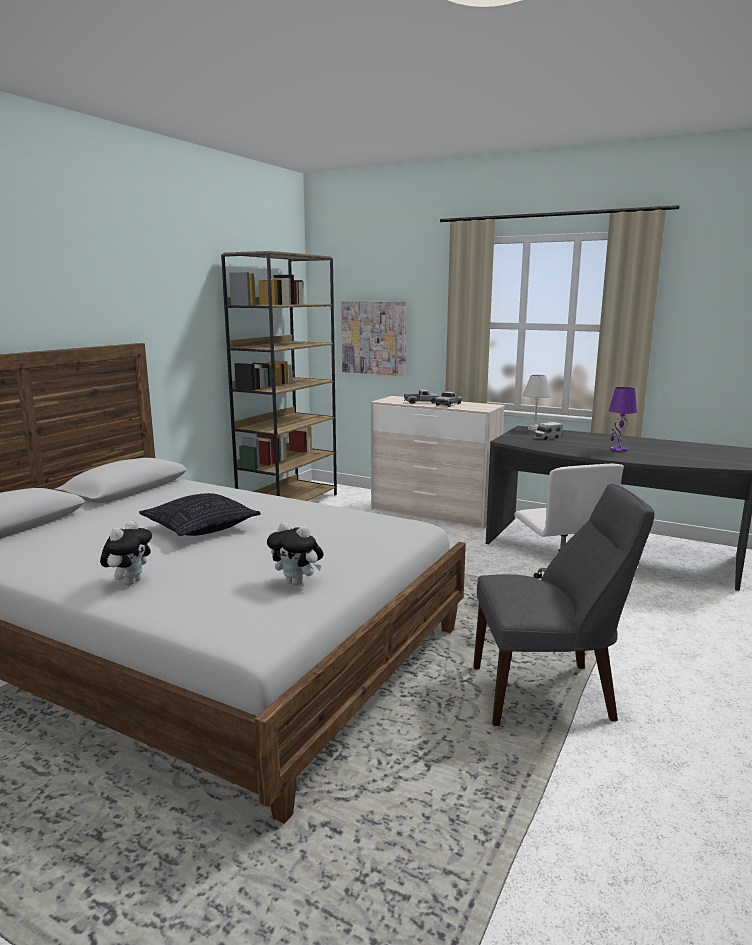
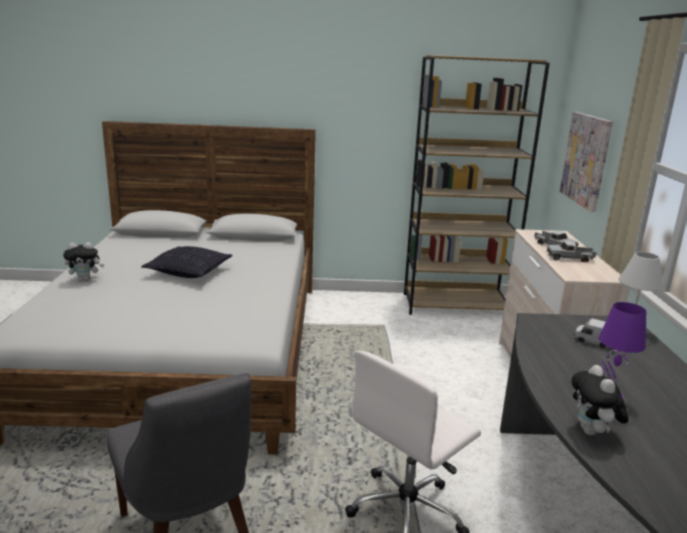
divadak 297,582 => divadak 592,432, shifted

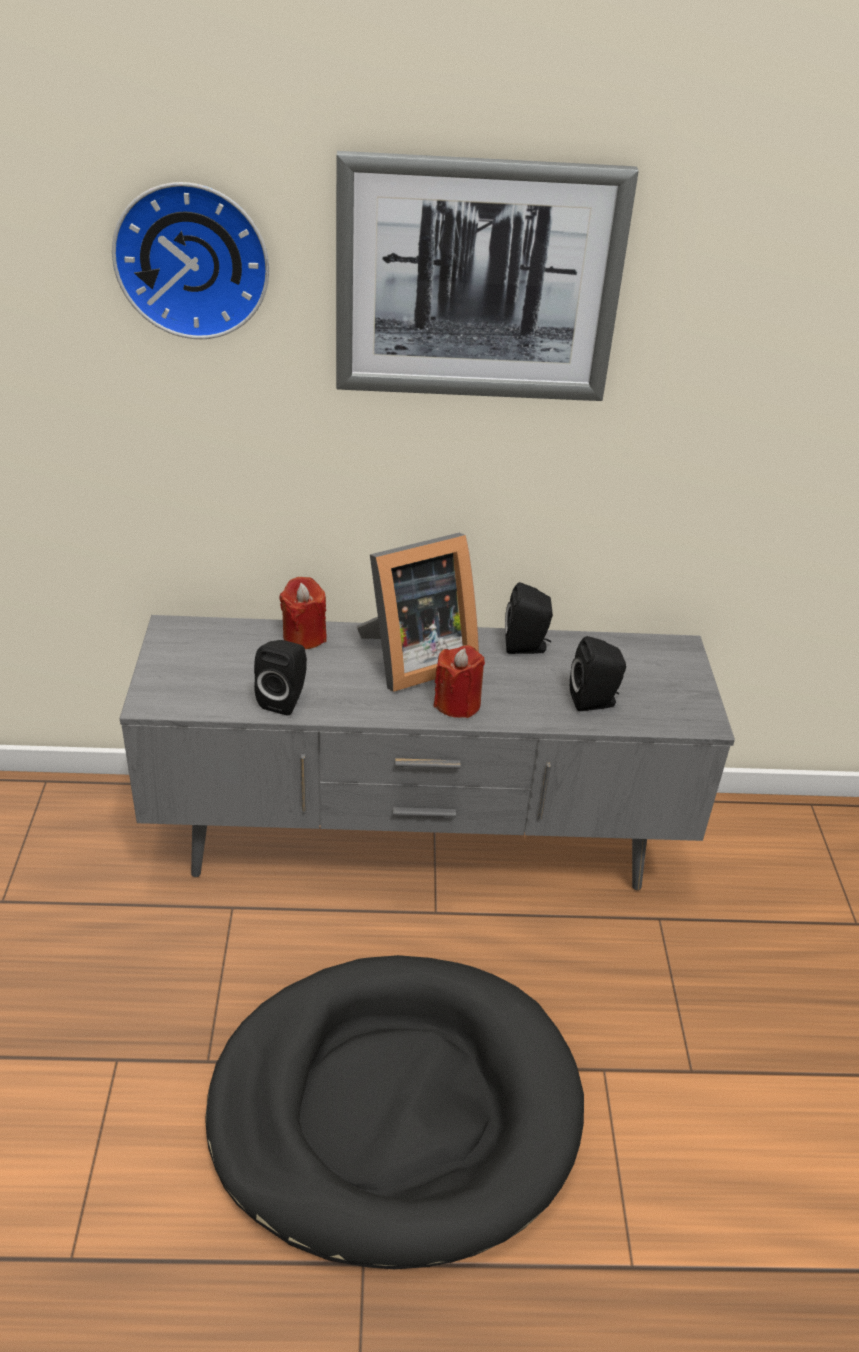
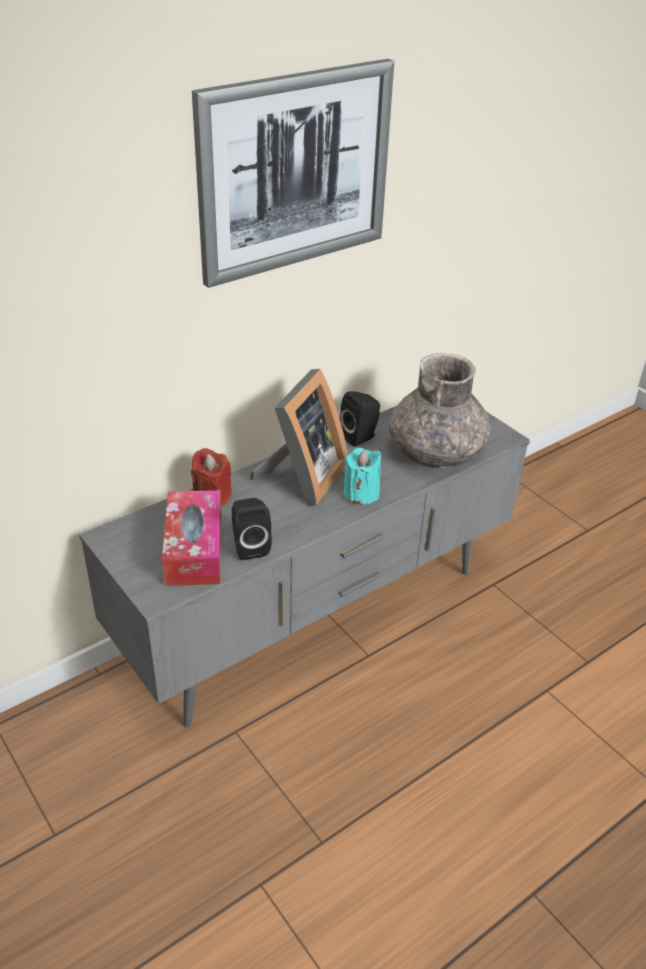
nothing => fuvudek 194,549
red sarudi 457,703 => turquoise sarudi 361,493
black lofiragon 595,701 => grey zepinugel 436,453
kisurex 193,259 => nothing
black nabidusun 395,1109 => nothing

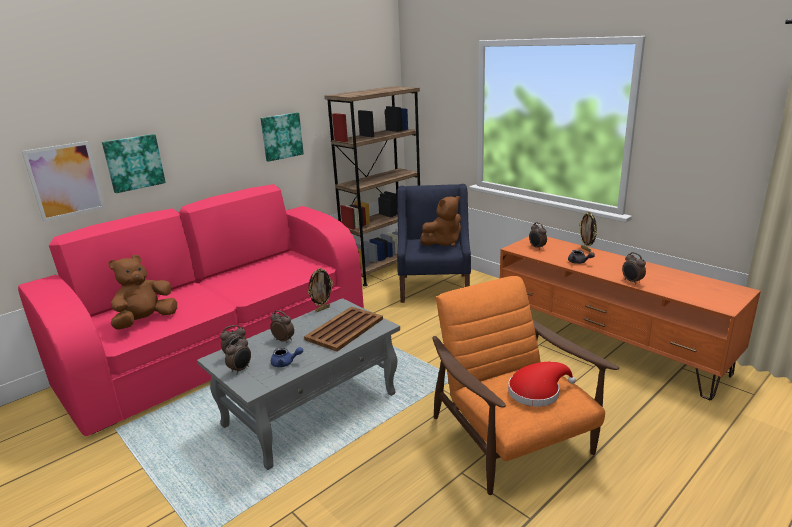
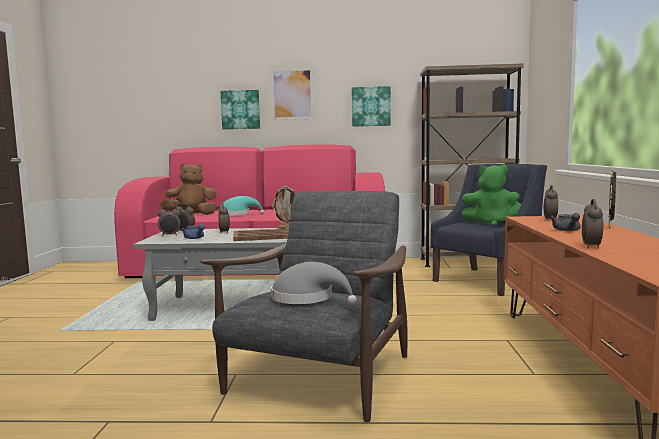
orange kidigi 512,439 => grey kidigi 320,377
nothing => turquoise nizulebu 237,215
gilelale 65,180 => gilelale 292,94, shifted
red nizulebu 537,391 => grey nizulebu 307,298
brown divadak 443,242 => green divadak 491,223

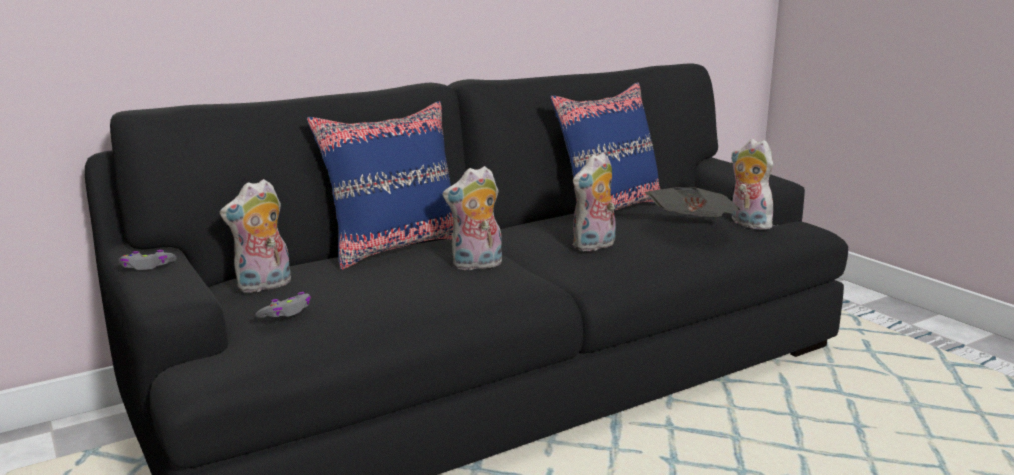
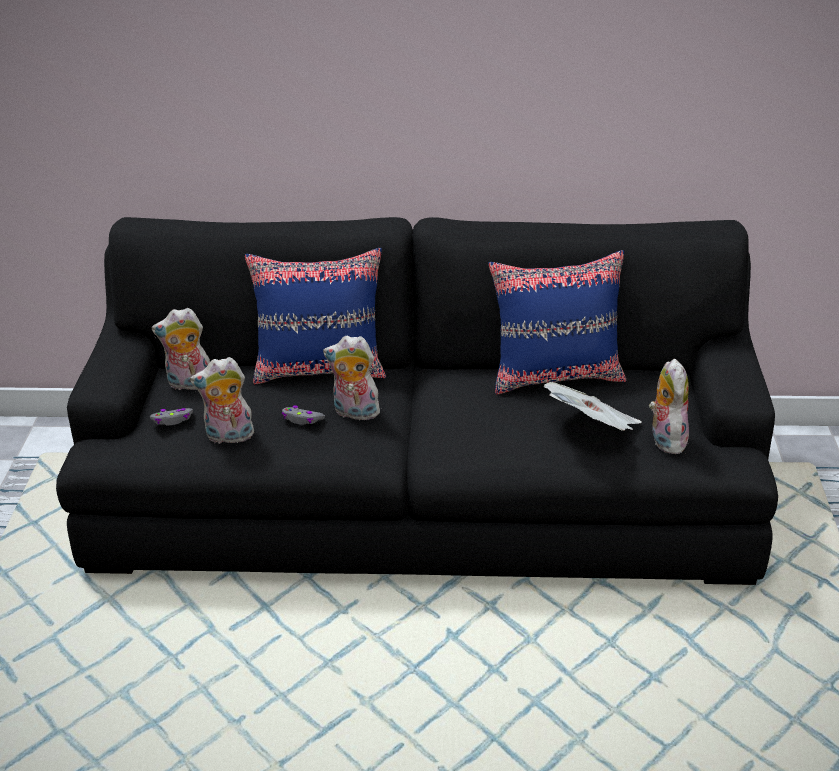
divadak 594,246 => divadak 228,437, shifted
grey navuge 147,267 => grey navuge 302,419, shifted

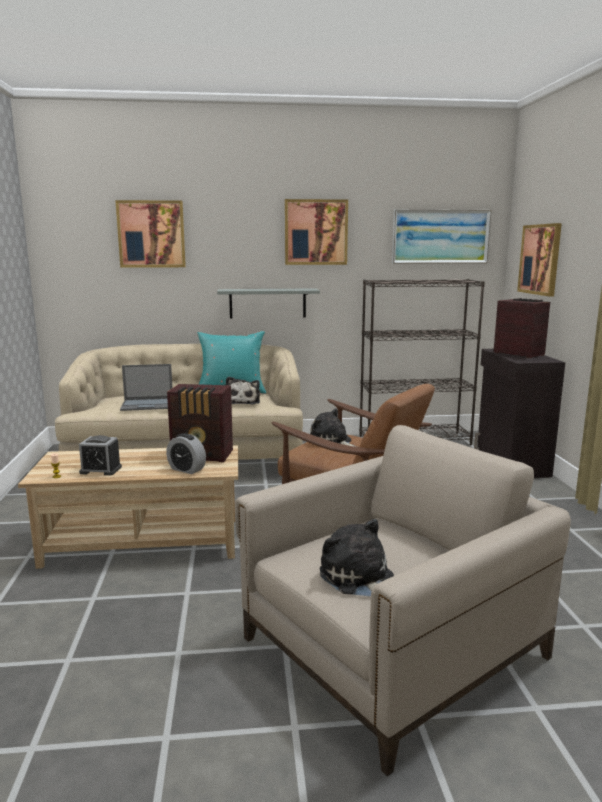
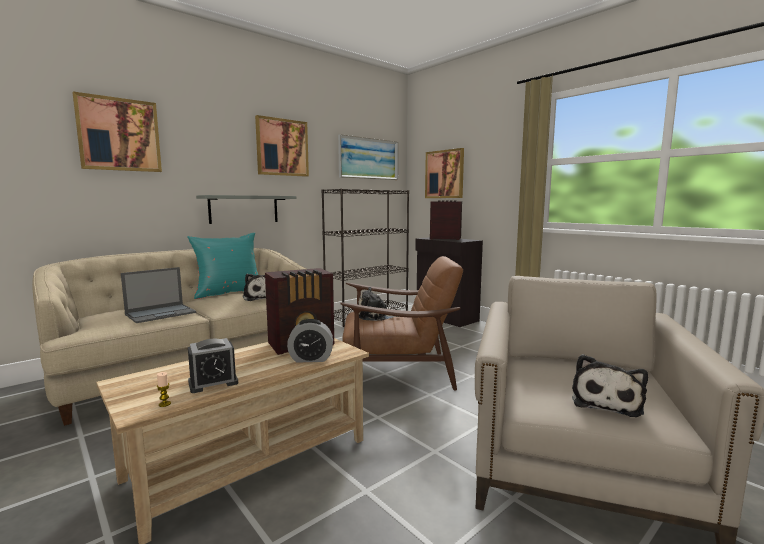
divadak 358,579 => divadak 606,401, 90 degrees counterclockwise

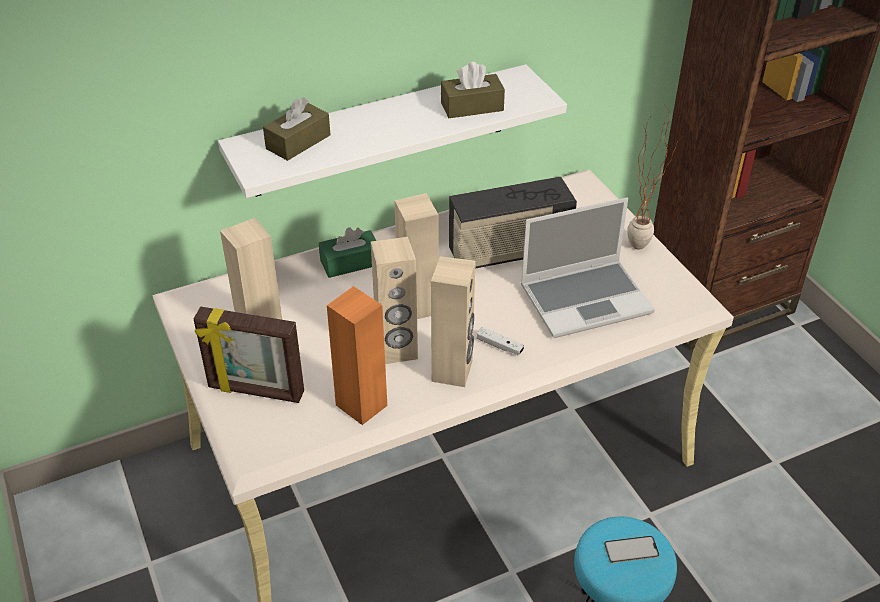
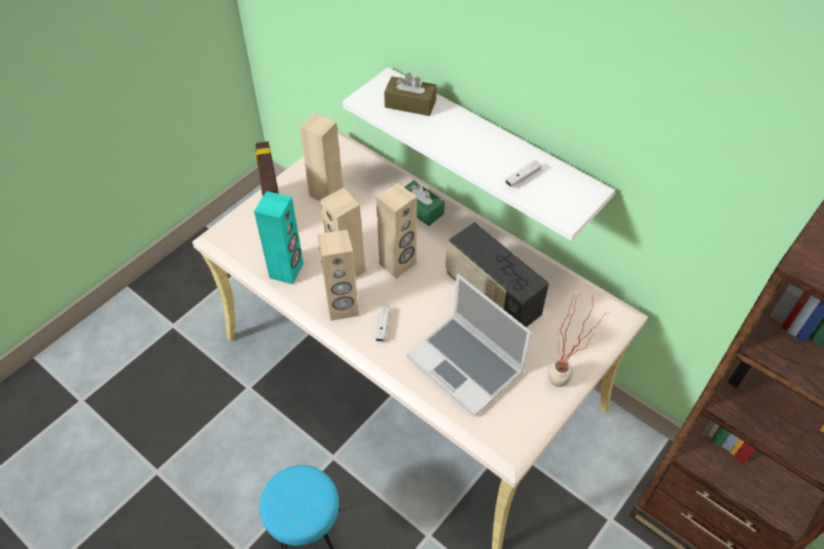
orange lofiragon 362,405 => turquoise lofiragon 287,271
brown fuvudek 472,106 => white navuge 522,178
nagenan 631,549 => nothing

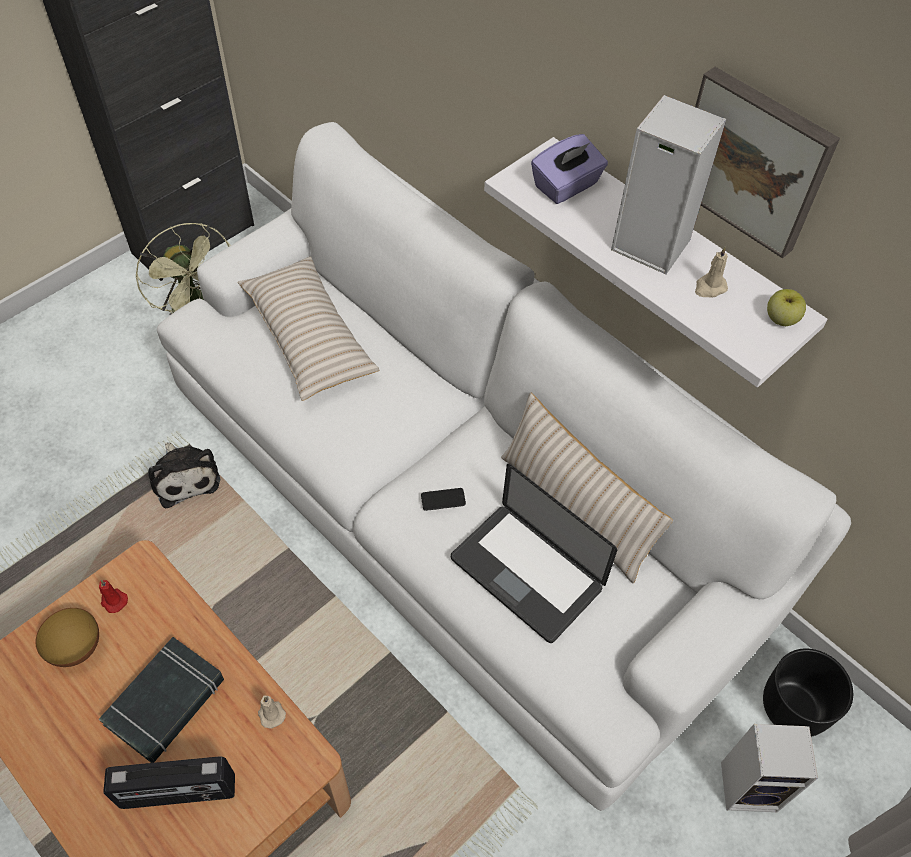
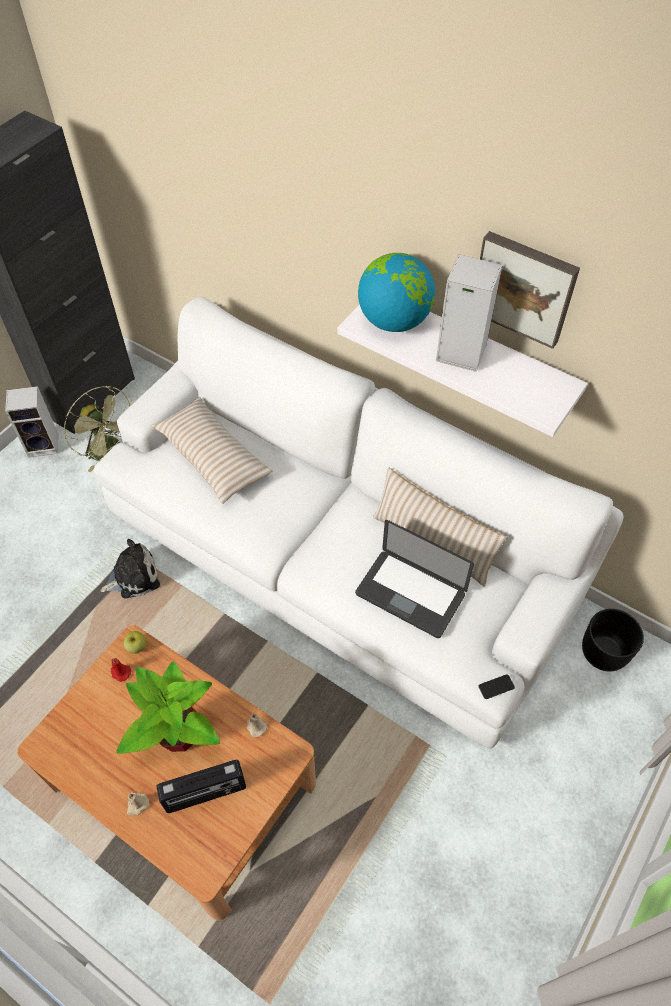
lofiragon 751,785 => lofiragon 44,444, shifted
divadak 185,476 => divadak 133,577, 75 degrees counterclockwise
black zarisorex 166,702 => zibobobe 179,735
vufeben 781,319 => vufeben 136,646, shifted
beige sarudi 709,288 => beige sarudi 137,805, shifted
purple fuvudek 566,186 => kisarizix 394,321
nagenan 443,499 => nagenan 496,687, shifted
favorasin 76,648 => nothing

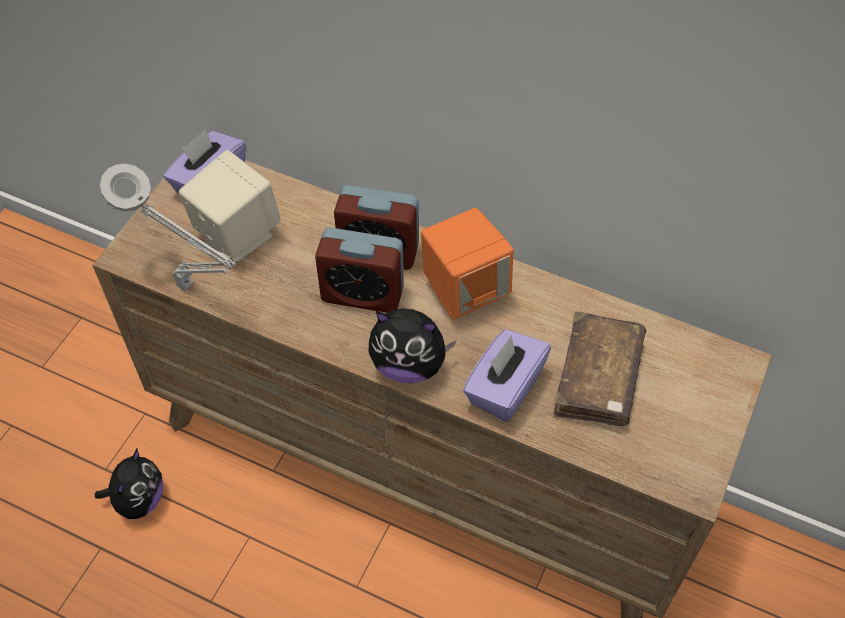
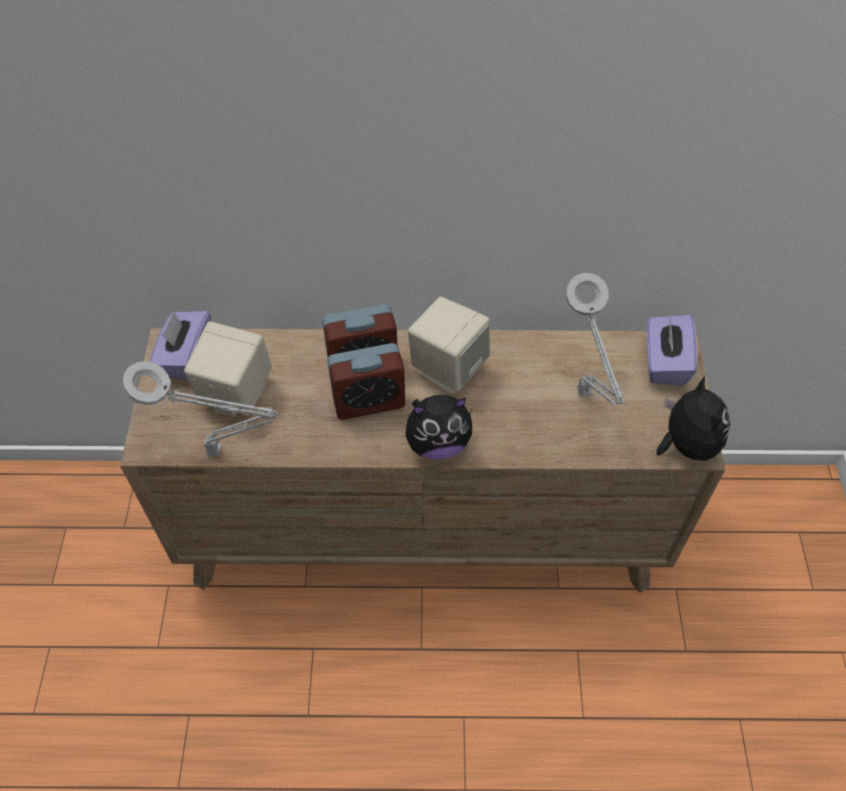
orange lofiragon 465,290 => beige lofiragon 448,368
brown zarisorex 597,378 => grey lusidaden 585,396
purple fuvudek 504,388 => purple fuvudek 664,363, shifted
divadak 139,500 => divadak 685,445, shifted

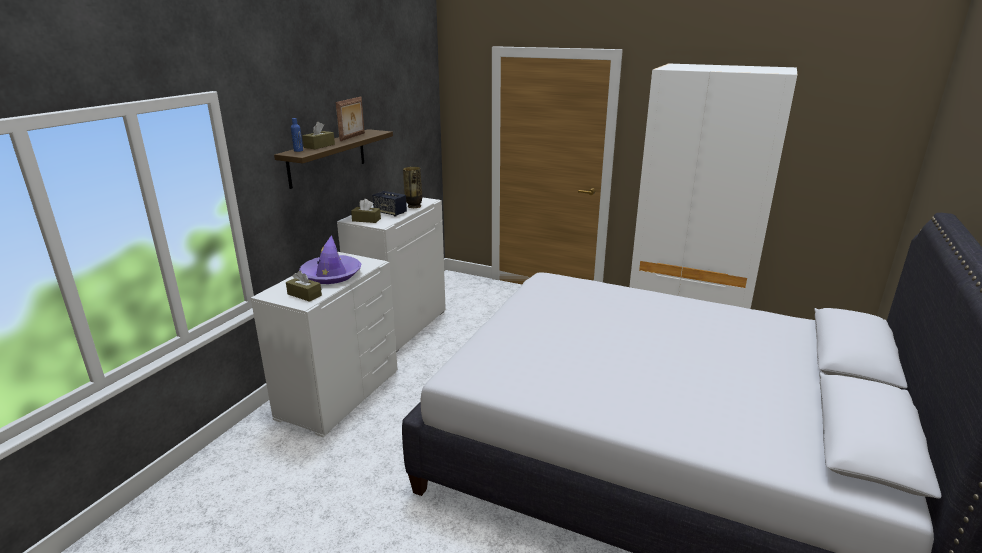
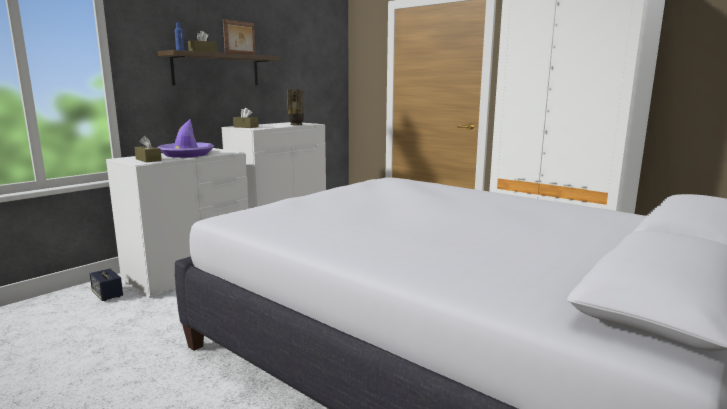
lofiragon 390,213 => lofiragon 107,295, shifted

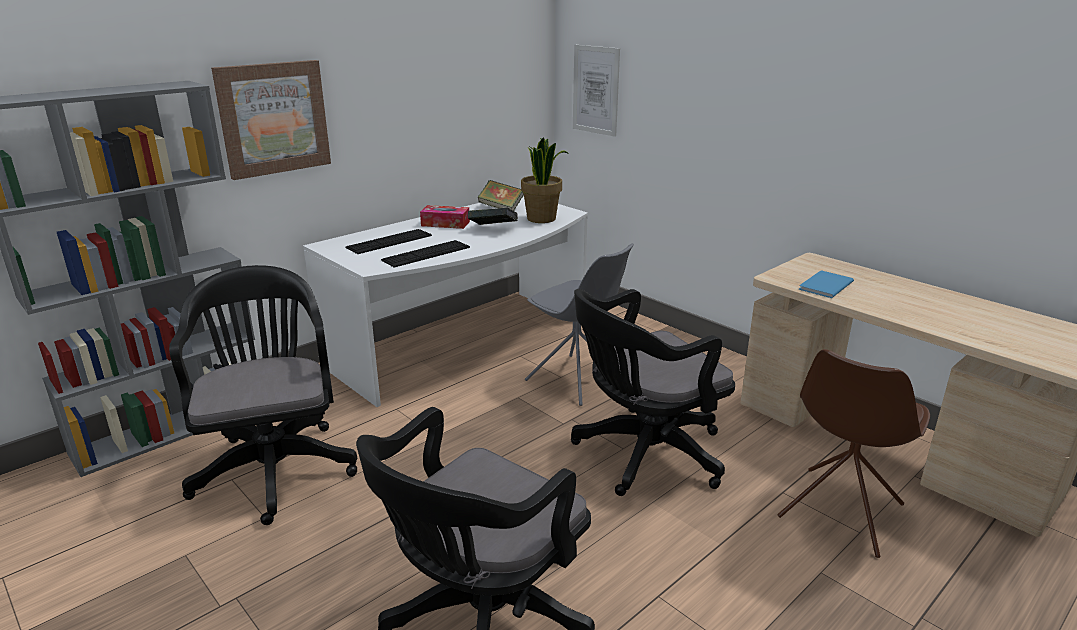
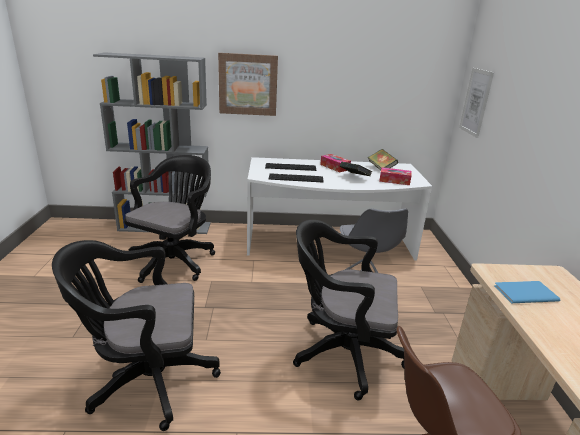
zibobobe 542,219 => fuvudek 394,181

